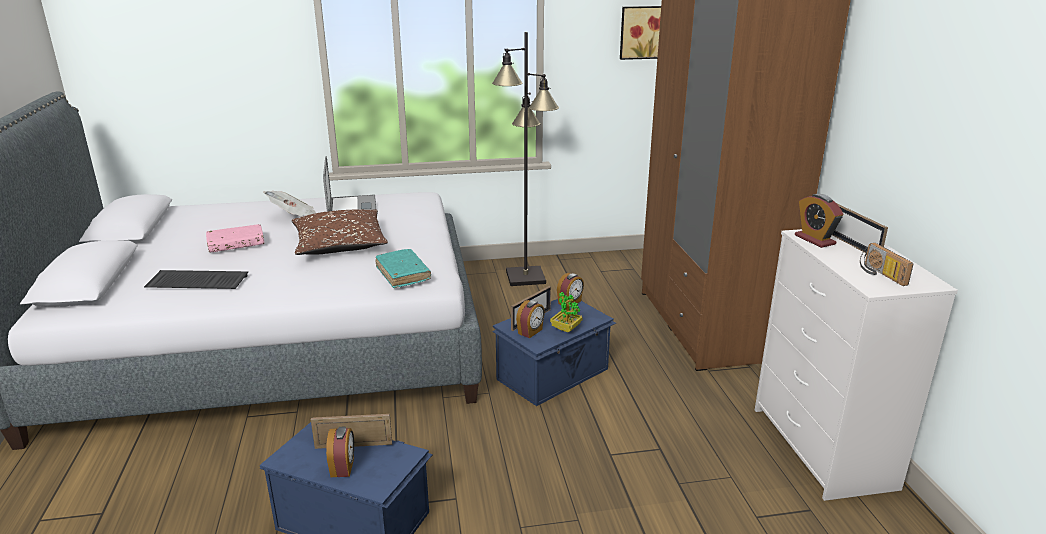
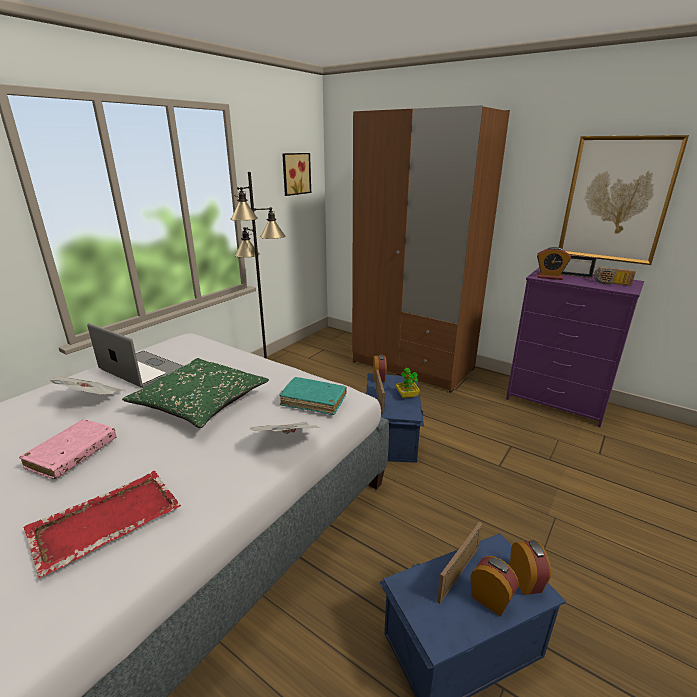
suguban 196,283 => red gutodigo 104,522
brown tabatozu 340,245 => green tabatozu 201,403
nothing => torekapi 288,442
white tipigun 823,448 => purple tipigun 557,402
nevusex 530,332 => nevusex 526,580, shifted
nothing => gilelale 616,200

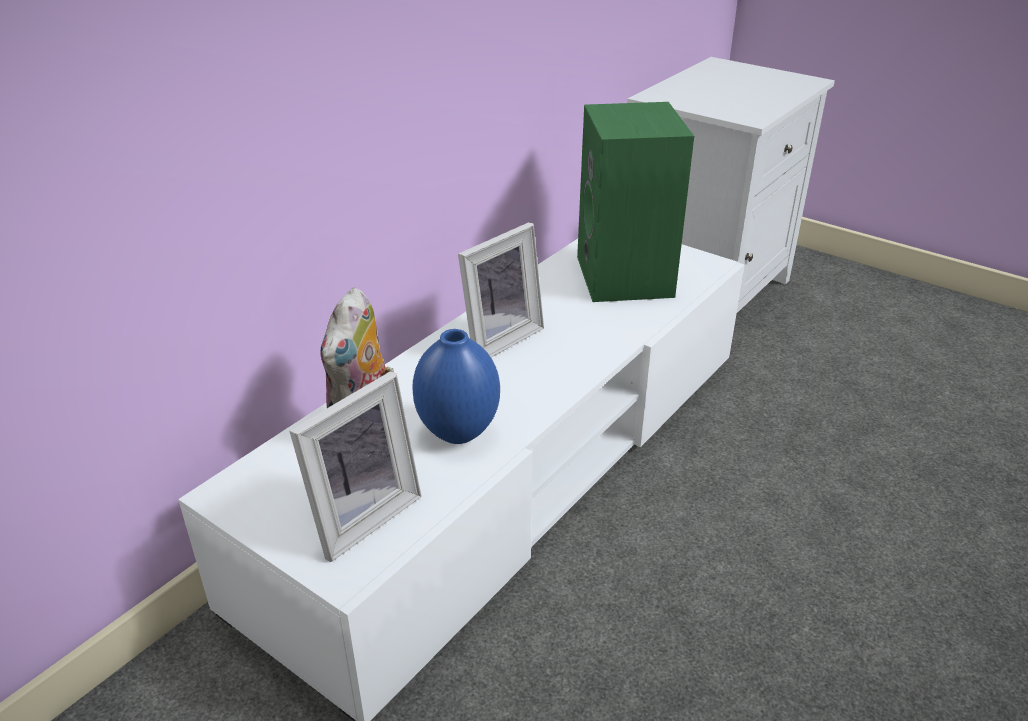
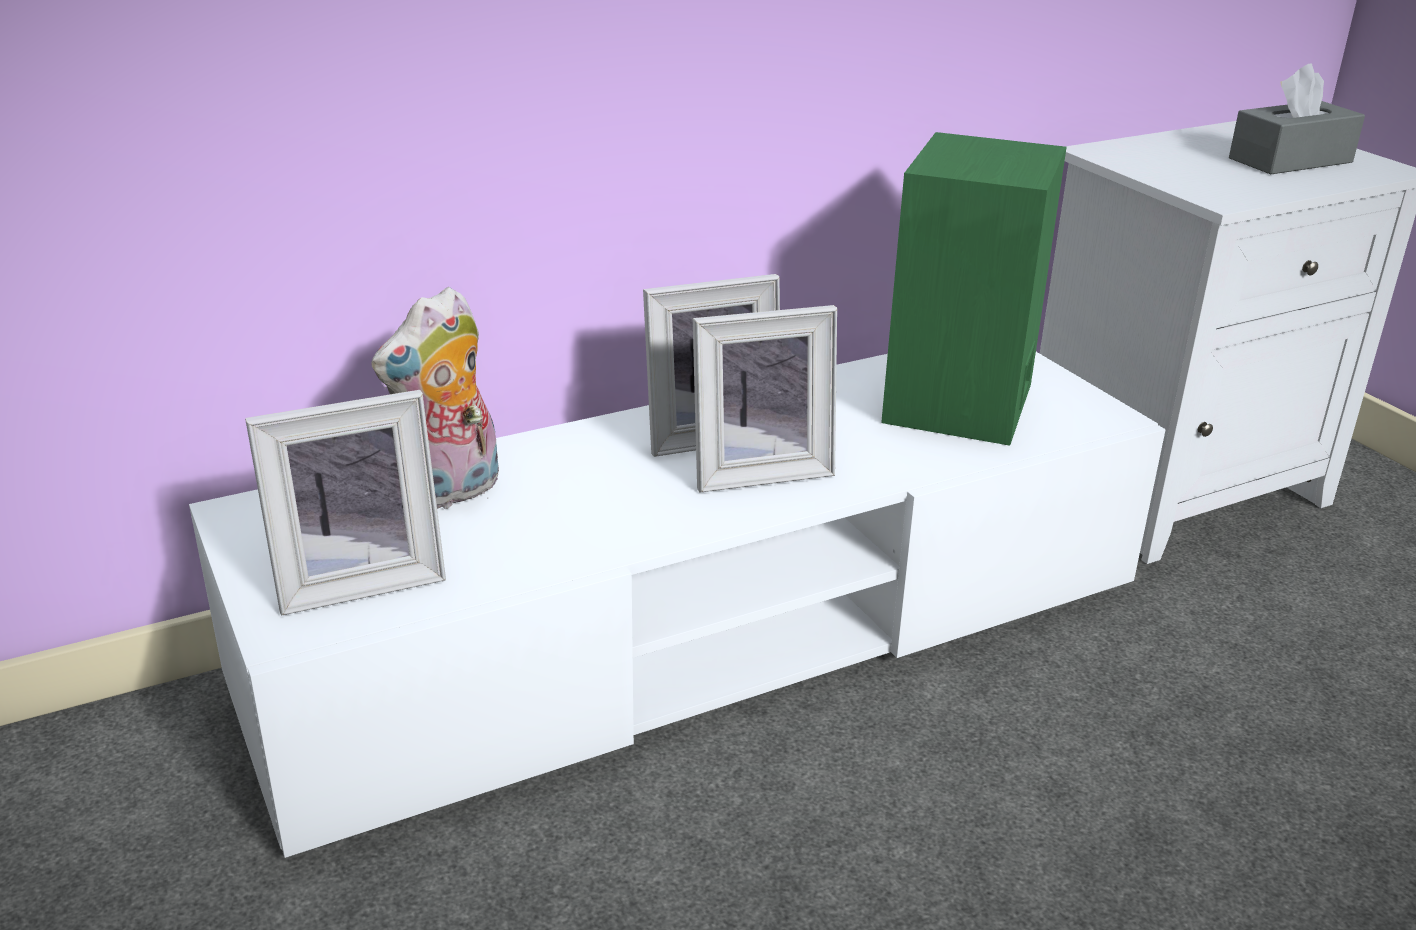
nothing => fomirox 758,470
nothing => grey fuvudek 1290,160
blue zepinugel 457,432 => nothing

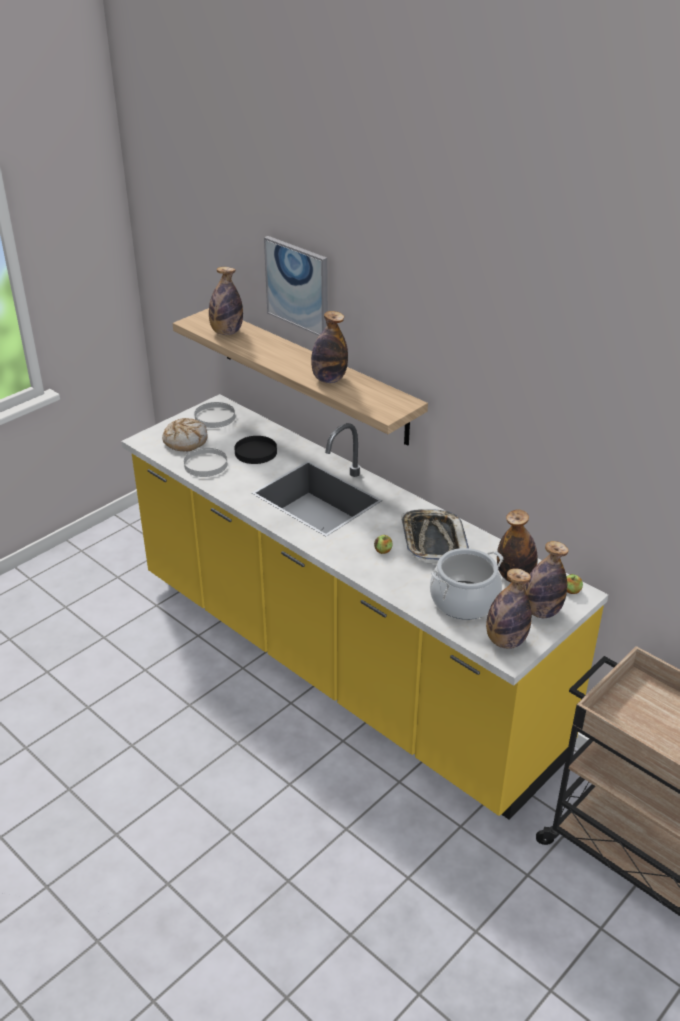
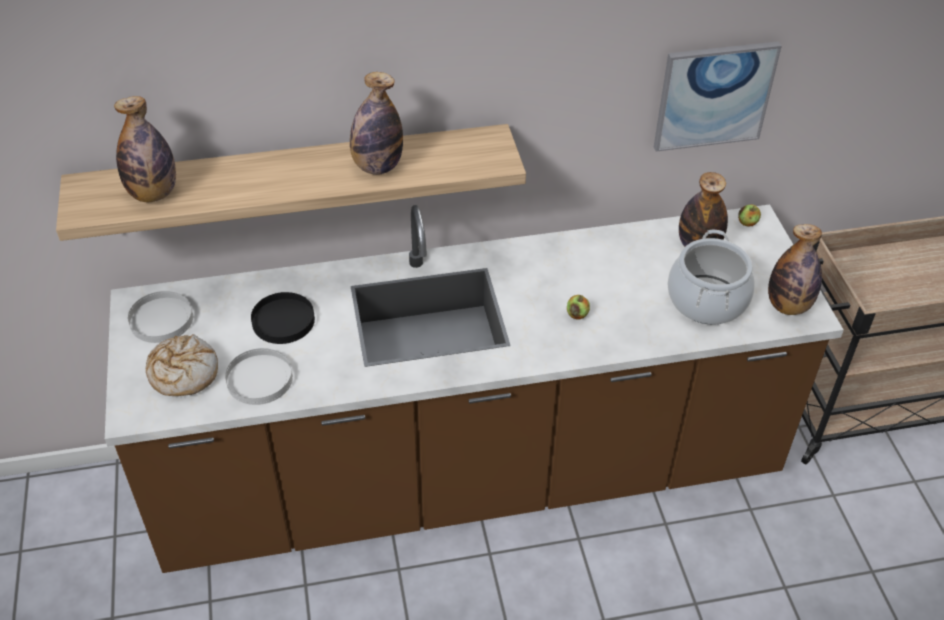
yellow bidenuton 340,664 => brown bidenuton 470,478
gilelale 298,285 => gilelale 714,95, shifted
gutodigo 433,540 => nothing
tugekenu 541,611 => nothing

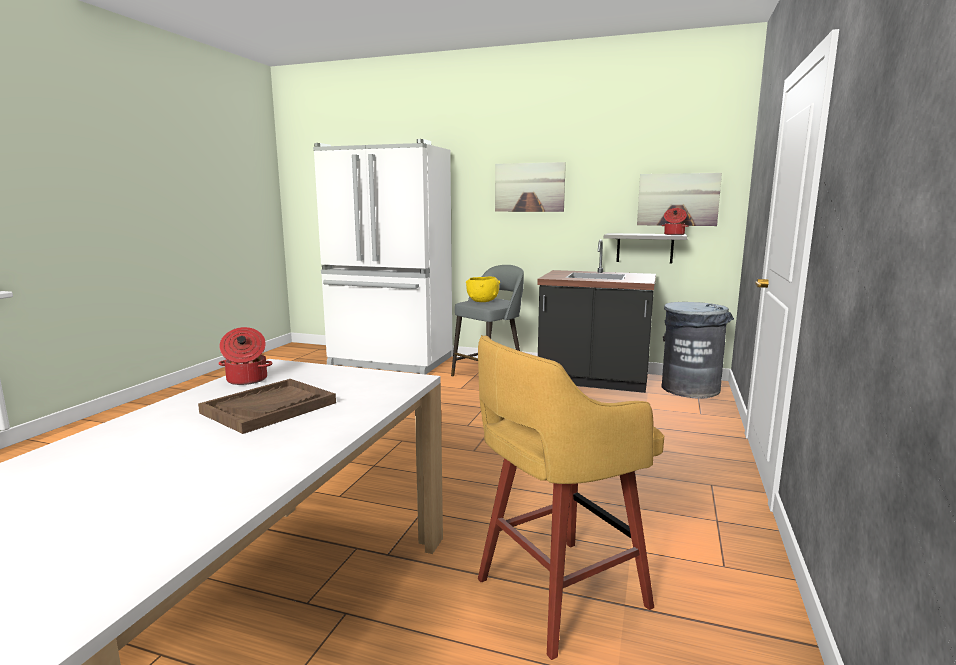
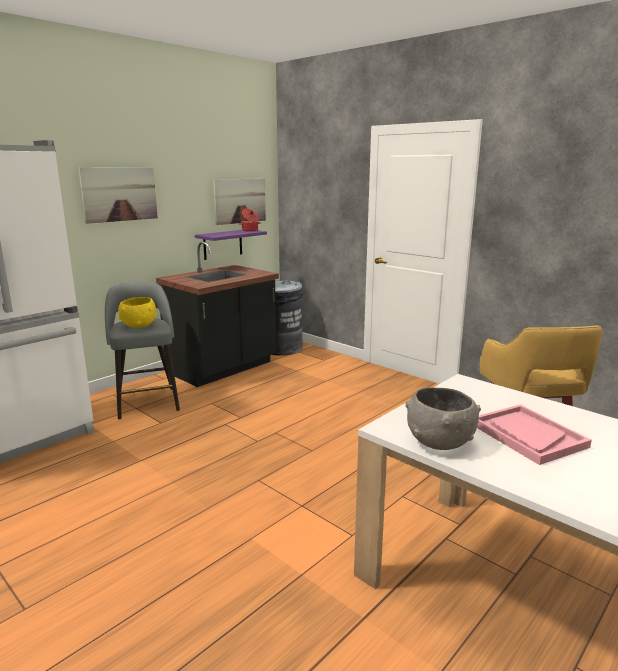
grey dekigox 644,248 => purple dekigox 223,244
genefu 246,380 => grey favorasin 439,442
brown gutodigo 269,408 => pink gutodigo 527,435

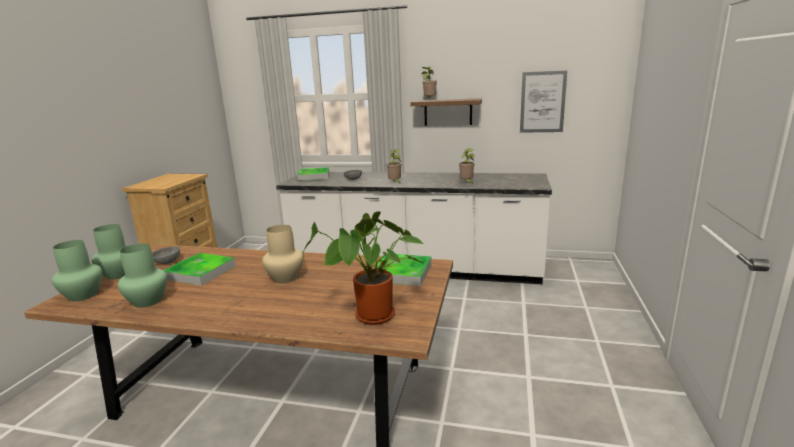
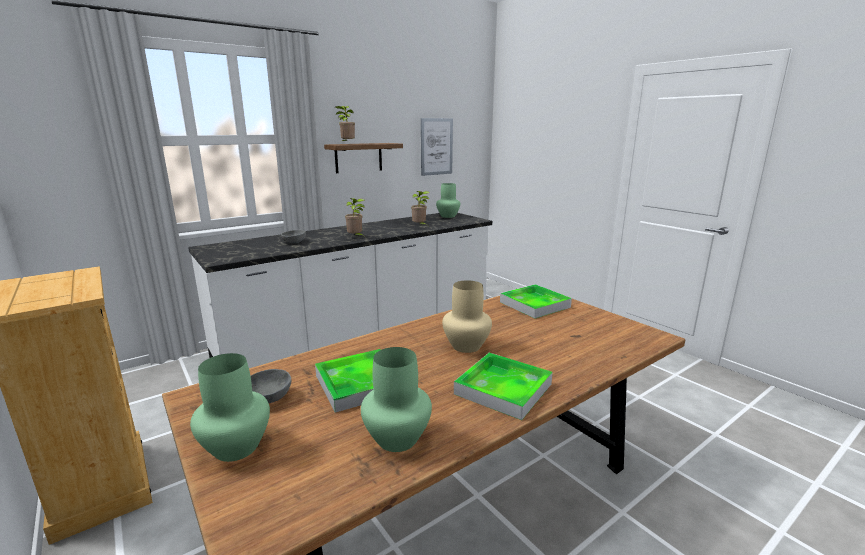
green zepinugel 82,296 => green zepinugel 448,216, shifted
gutodigo 314,176 => gutodigo 503,389, shifted
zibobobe 373,318 => nothing

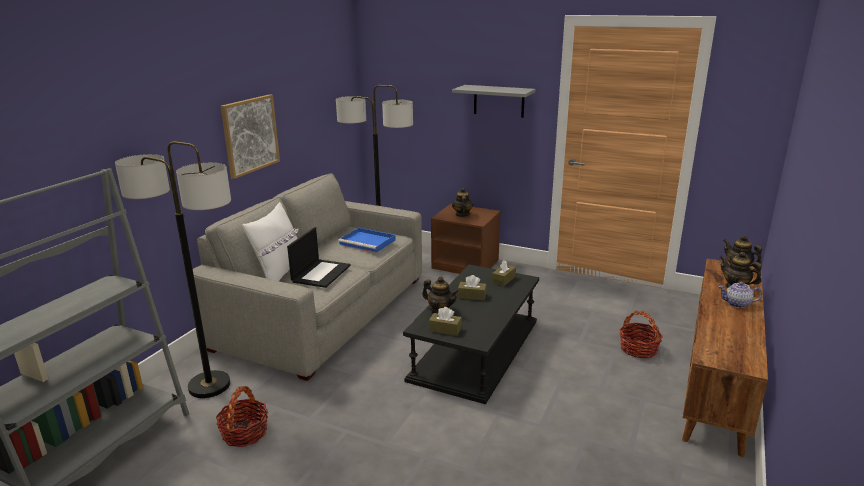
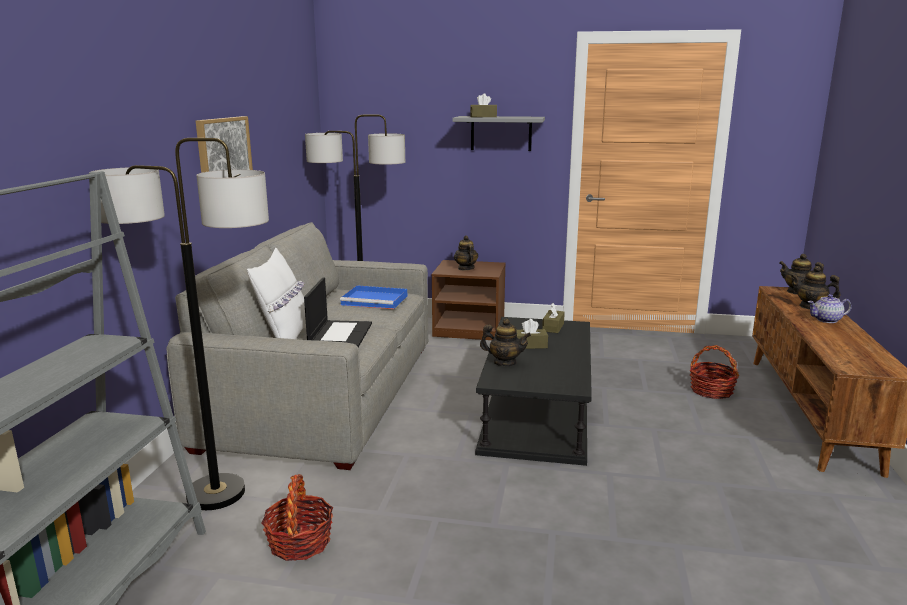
brown fuvudek 445,329 => brown fuvudek 483,116, shifted

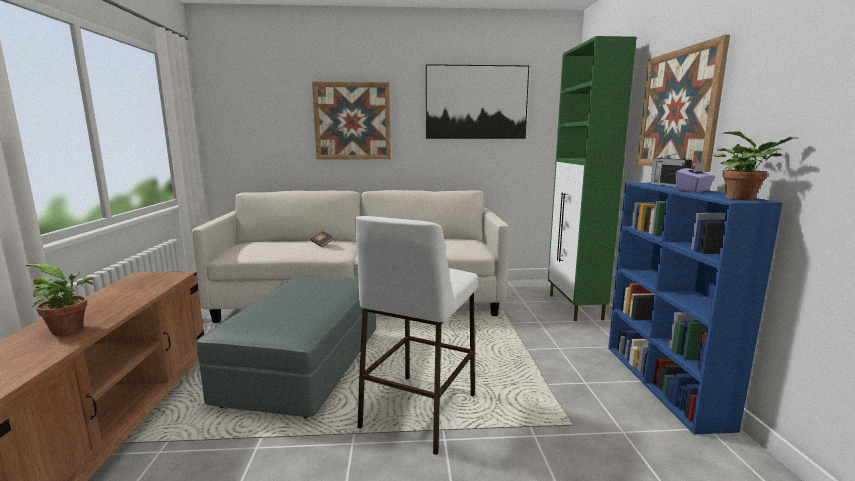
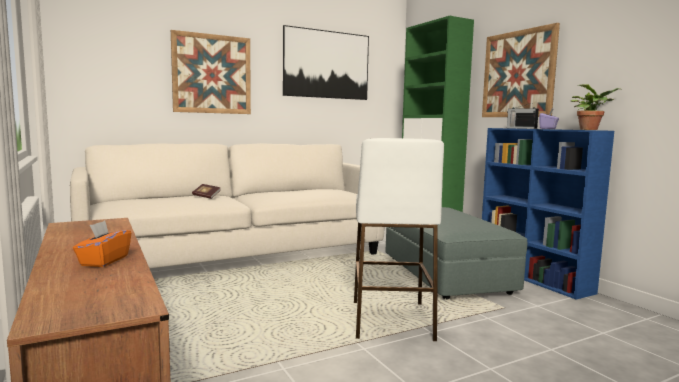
zibobobe 71,330 => orange fuvudek 104,261
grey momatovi 305,366 => grey momatovi 446,274, shifted

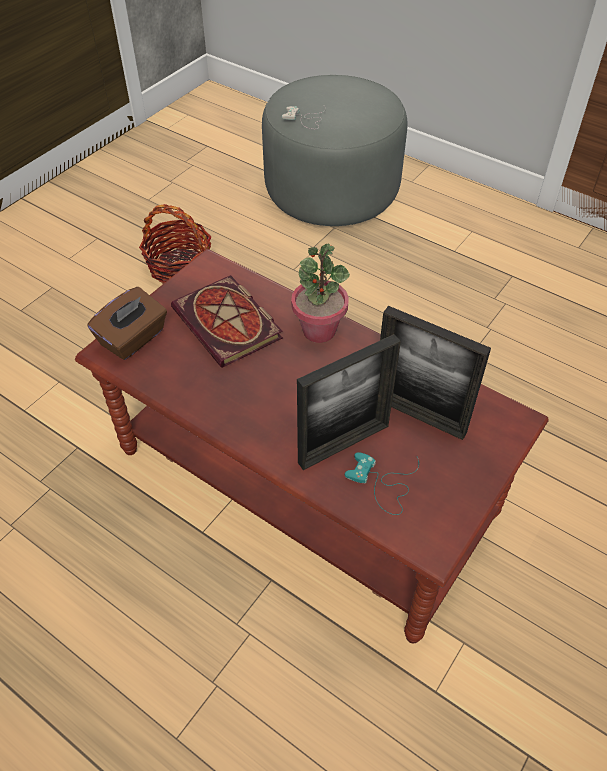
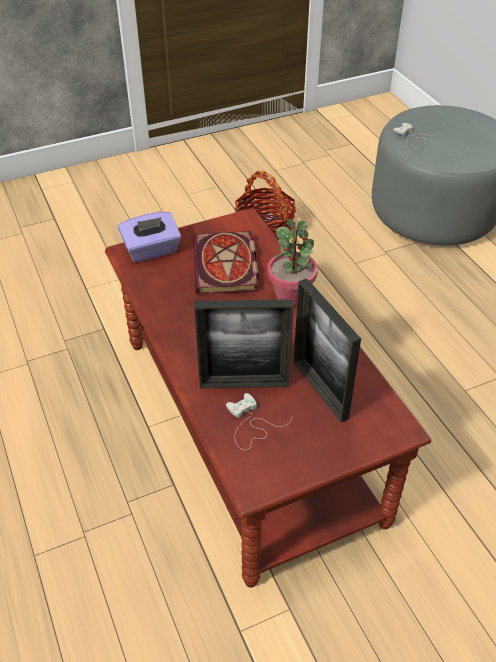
brown fuvudek 133,339 => purple fuvudek 152,251
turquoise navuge 383,484 => white navuge 251,424

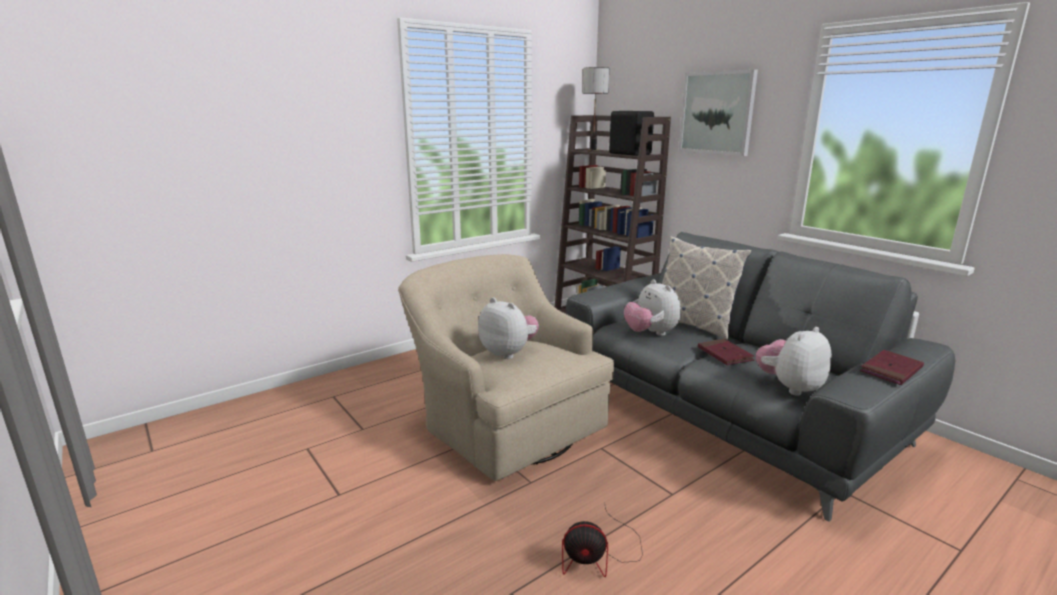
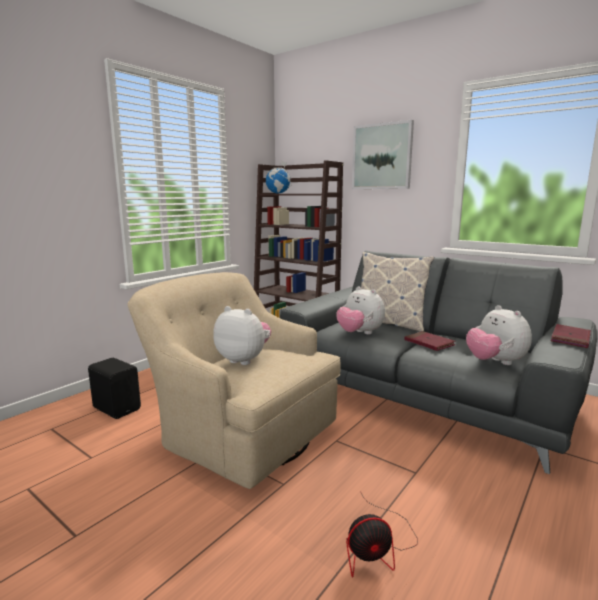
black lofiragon 630,154 => black lofiragon 117,408, shifted
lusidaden 593,151 => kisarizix 278,193
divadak 790,387 => divadak 495,362, 60 degrees counterclockwise

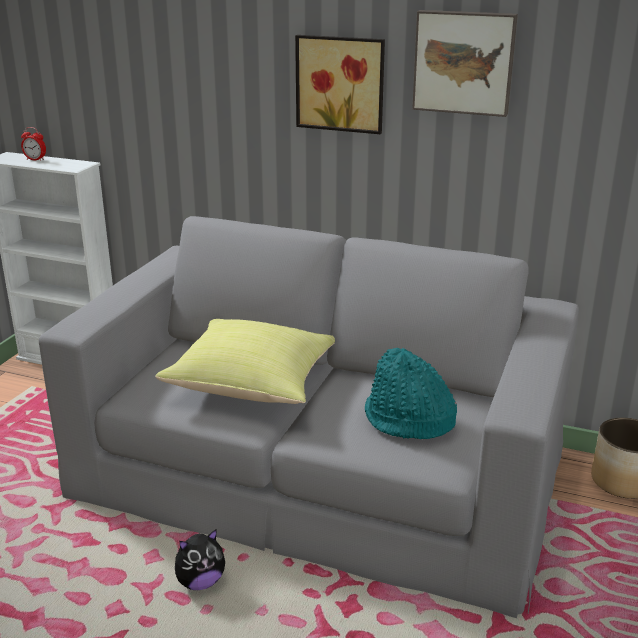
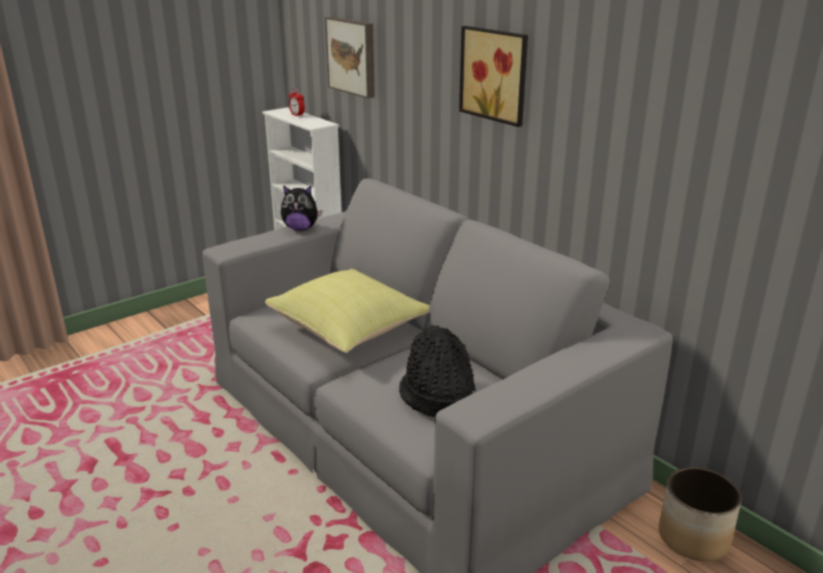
divadak 200,582 => divadak 301,228, shifted
gilelale 464,62 => gilelale 353,56, shifted
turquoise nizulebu 408,420 => black nizulebu 437,396

